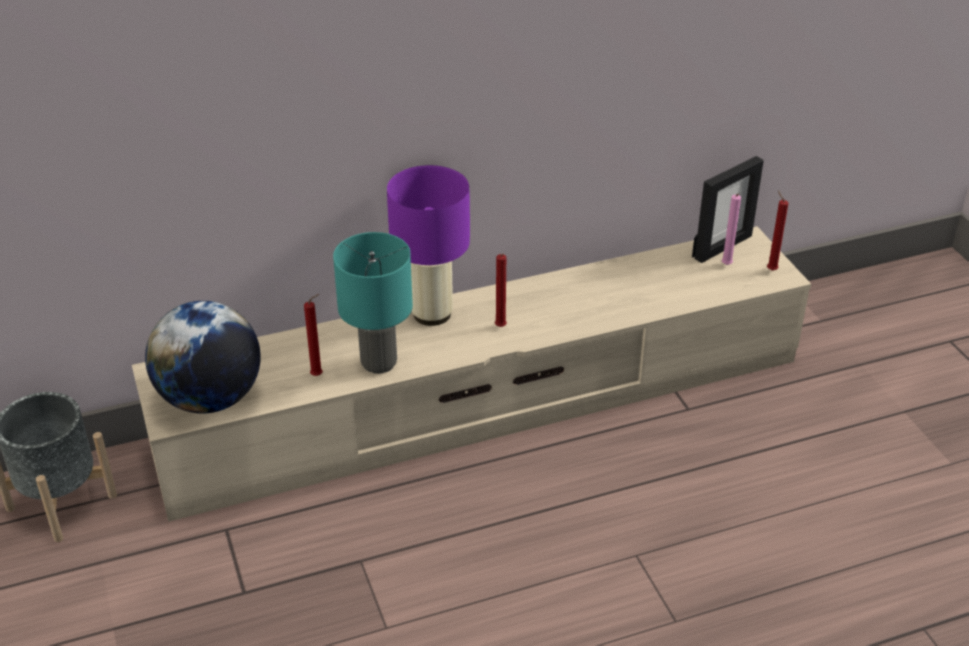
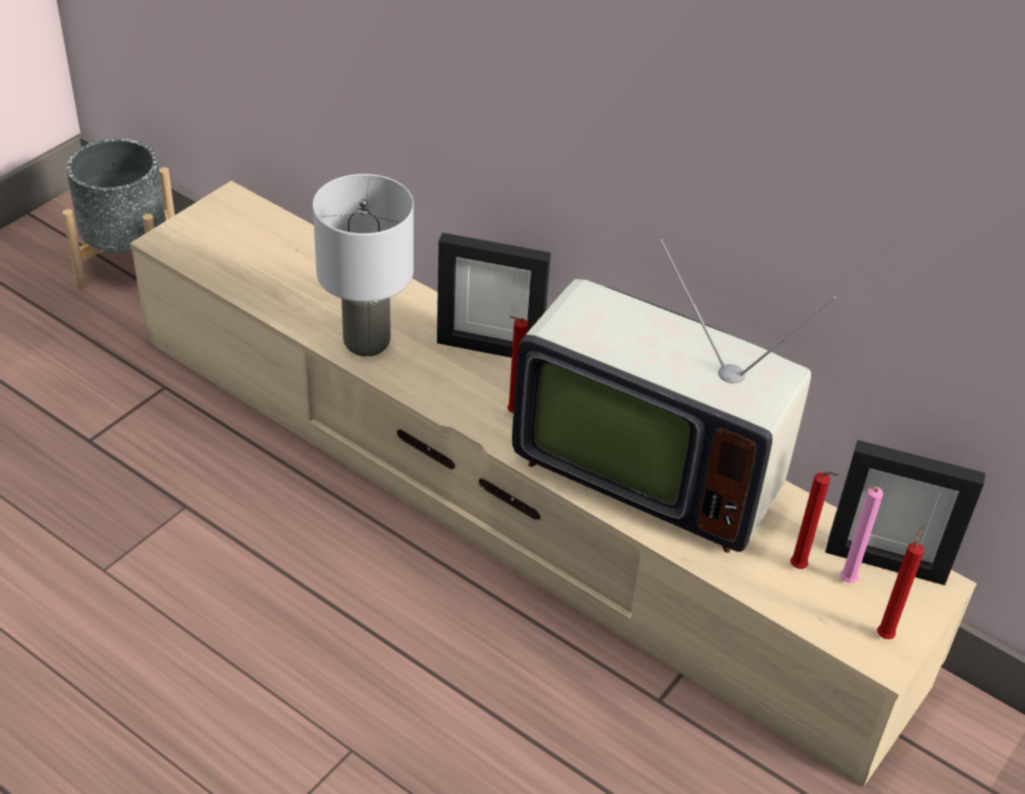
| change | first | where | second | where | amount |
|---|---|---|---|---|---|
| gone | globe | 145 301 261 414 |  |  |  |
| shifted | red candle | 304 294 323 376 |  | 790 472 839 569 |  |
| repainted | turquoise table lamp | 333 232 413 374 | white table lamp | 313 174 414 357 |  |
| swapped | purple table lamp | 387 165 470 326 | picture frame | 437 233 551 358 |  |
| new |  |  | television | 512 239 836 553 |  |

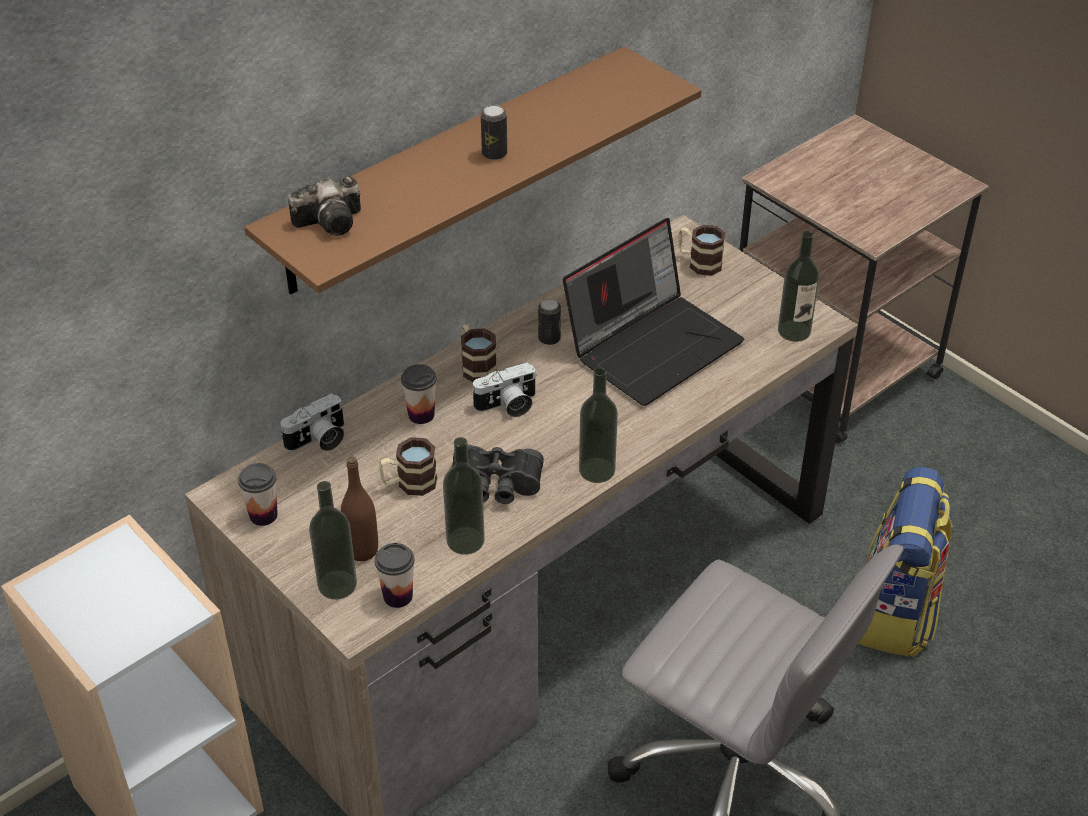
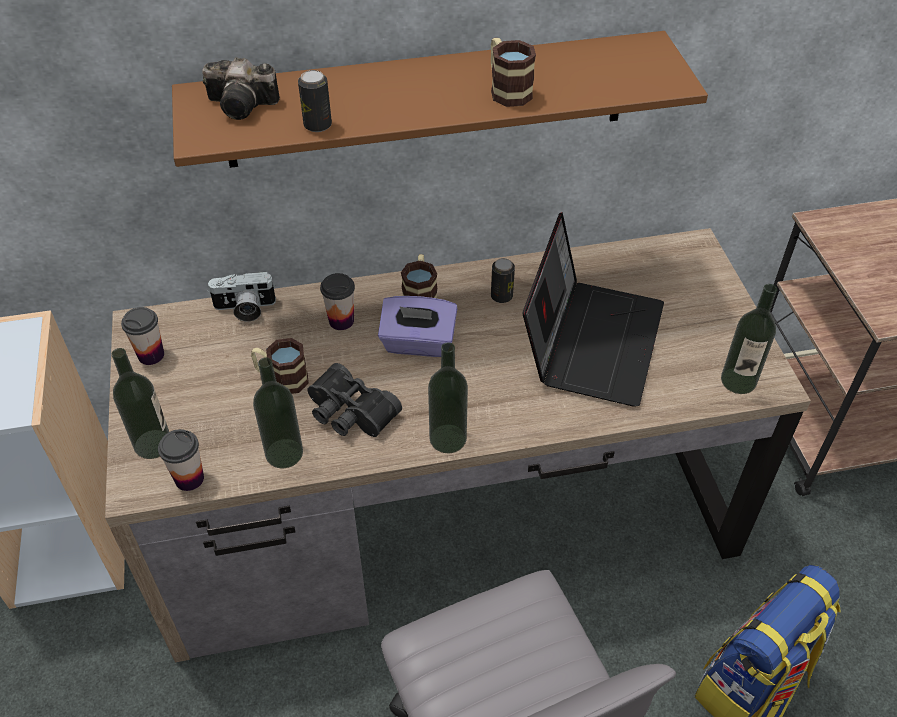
| change | first | where | second | where | amount |
|---|---|---|---|---|---|
| gone | brown bottle | 341 457 378 561 |  |  |  |
| swapped | photo camera | 471 362 537 417 | purple tissue box | 378 296 457 357 |  |
| shifted | can | 481 105 507 160 |  | 298 70 332 132 |  |
| rotated | laptop | 563 218 744 406 |  | 523 212 664 407 | 60 degrees counterclockwise |
| shifted | mug | 678 225 725 276 |  | 491 38 536 107 |  |

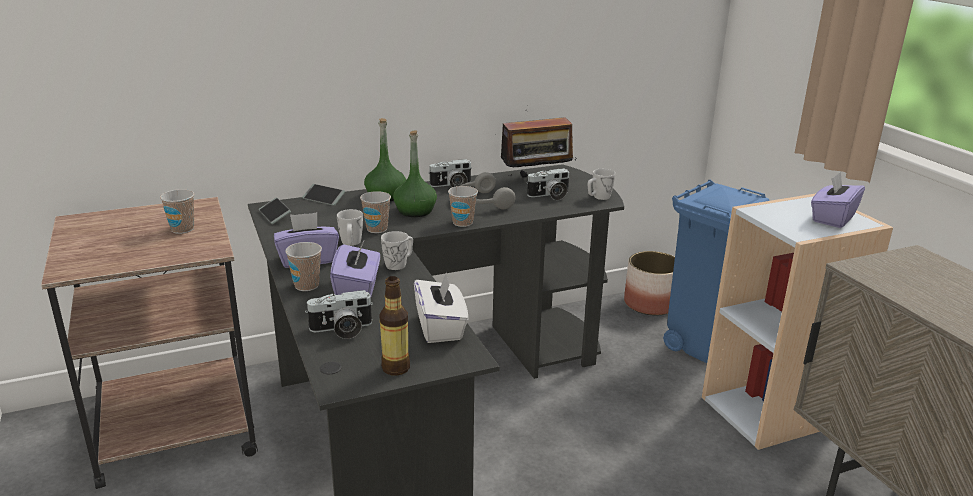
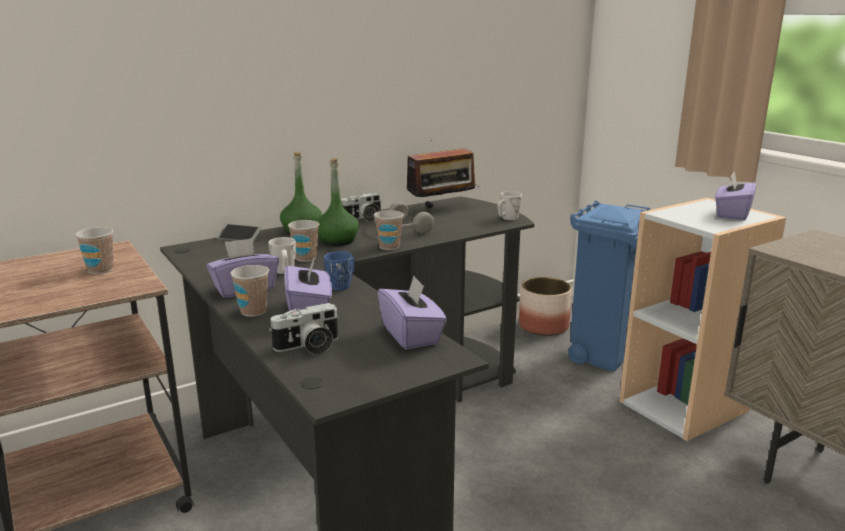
| change | first | where | second | where | amount |
|---|---|---|---|---|---|
| gone | phone | 259 197 291 224 |  |  |  |
| gone | bottle | 379 276 410 376 |  |  |  |
| repainted | white mug | 381 231 413 270 | blue mug | 324 251 354 291 |  |
| repainted | white tissue box | 414 271 469 343 | purple tissue box | 377 276 447 350 |  |
| gone | photo camera | 527 168 570 200 |  |  |  |

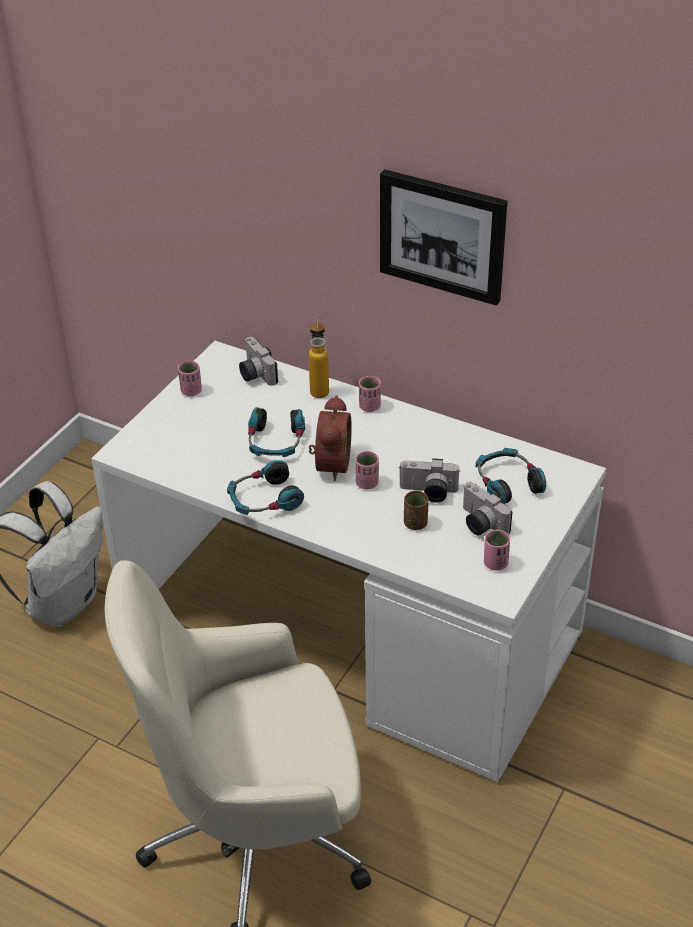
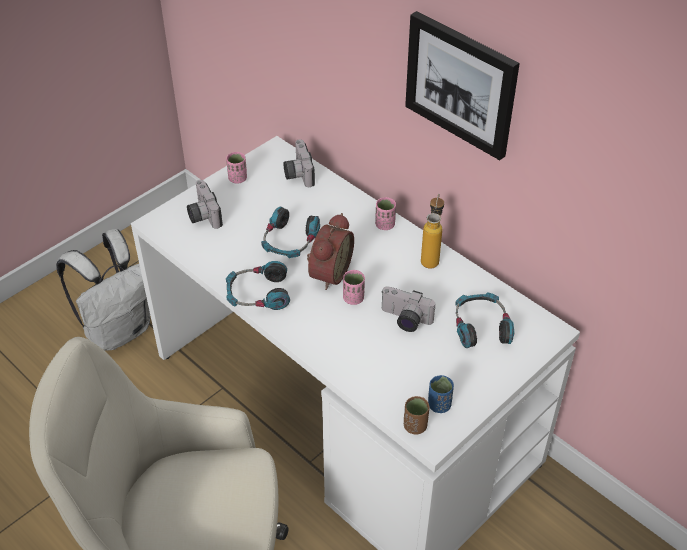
| change | first | where | second | where | amount |
|---|---|---|---|---|---|
| shifted | bottle | 308 318 329 398 |  | 421 194 444 269 |  |
| shifted | brown cup | 404 491 429 530 |  | 404 396 429 434 |  |
| shifted | photo camera | 463 482 512 535 |  | 187 180 223 229 |  |
| repainted | pink cup | 484 530 510 570 | blue cup | 428 375 454 413 |  |

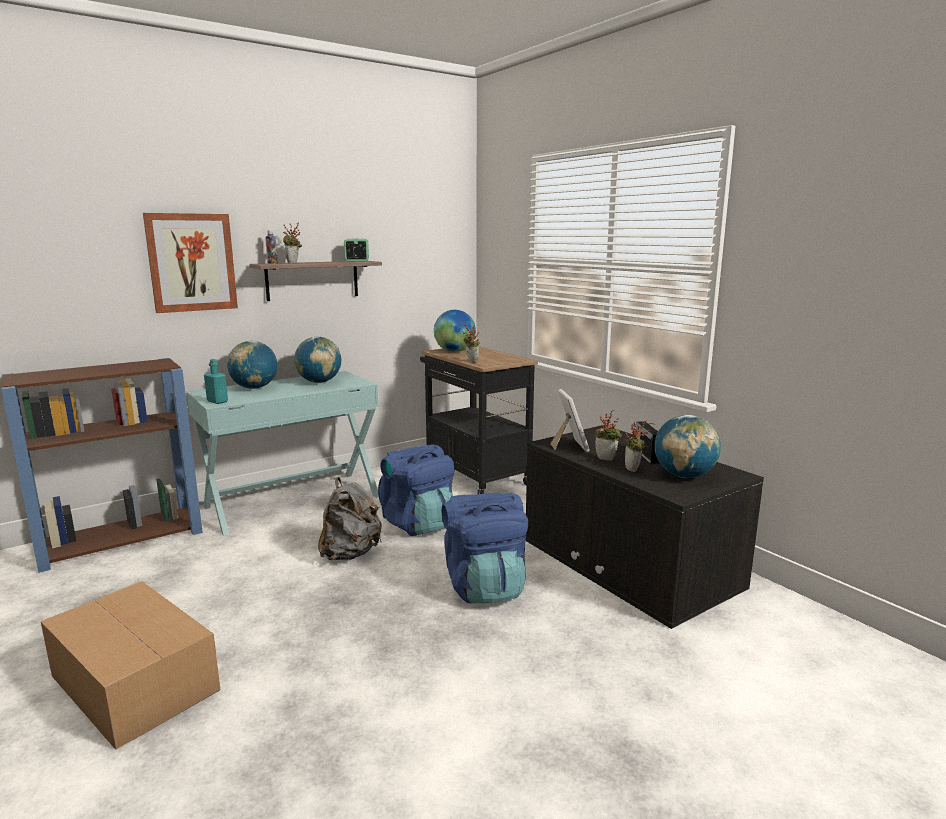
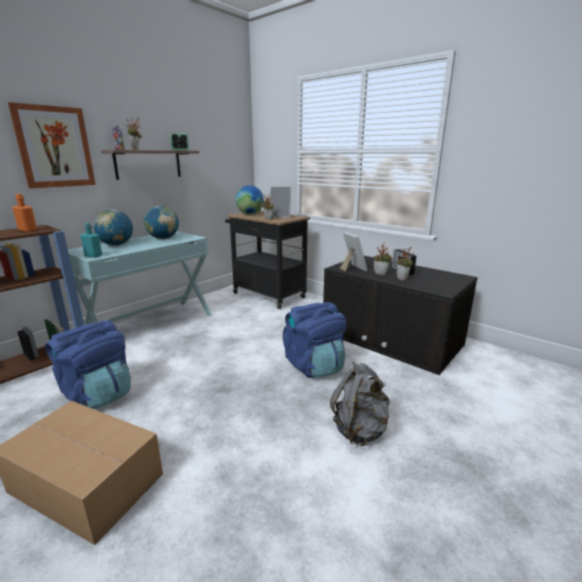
| change | first | where | second | where | amount |
|---|---|---|---|---|---|
| shifted | grey backpack | 318 477 382 560 |  | 330 361 389 446 |  |
| shifted | blue backpack | 378 445 454 536 |  | 45 320 131 409 |  |
| gone | globe | 655 415 721 478 |  |  |  |
| new |  |  | orange bottle | 12 194 37 232 |  |
| new |  |  | picture frame | 270 186 291 218 |  |

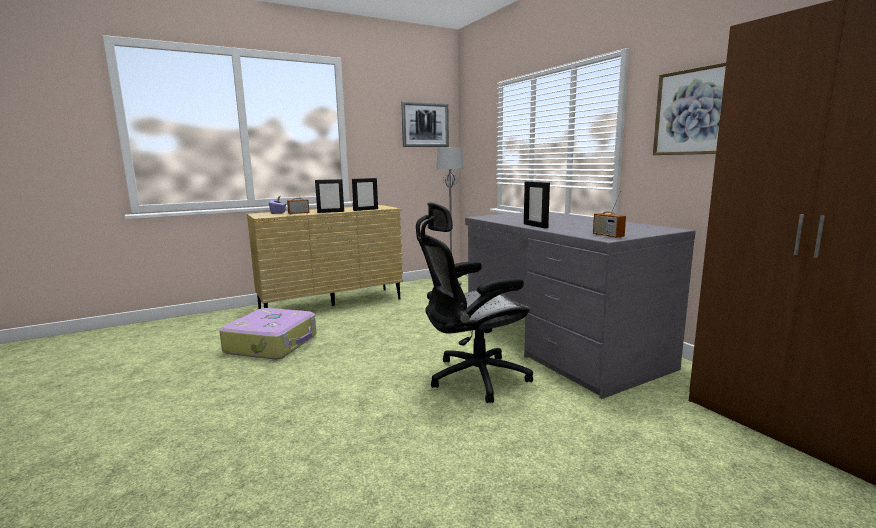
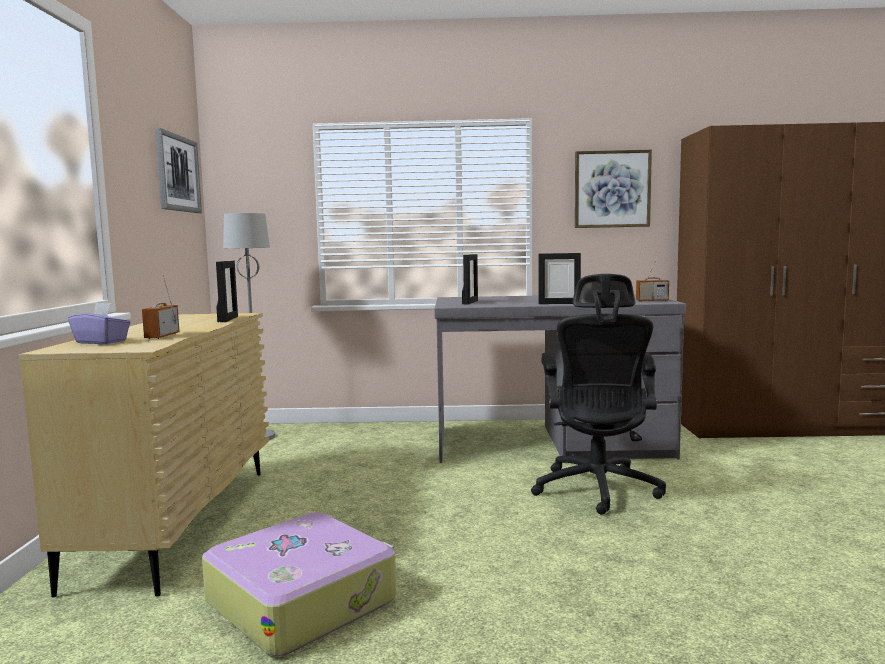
| change | first | where | second | where | amount |
|---|---|---|---|---|---|
| shifted | picture frame | 315 179 344 213 |  | 462 254 478 304 |  |

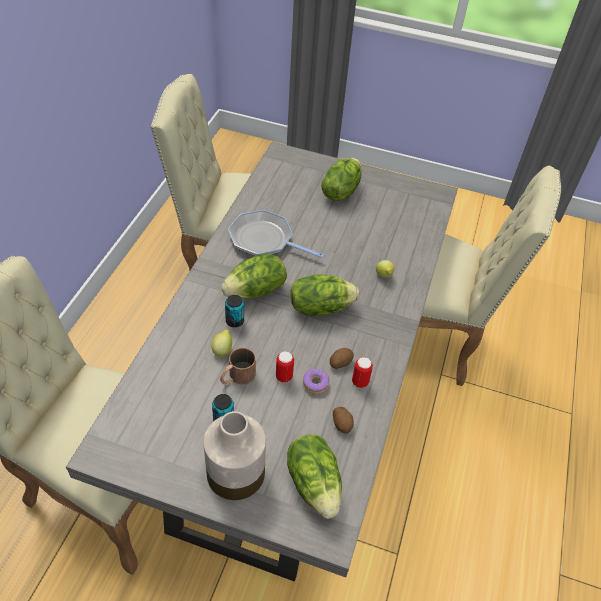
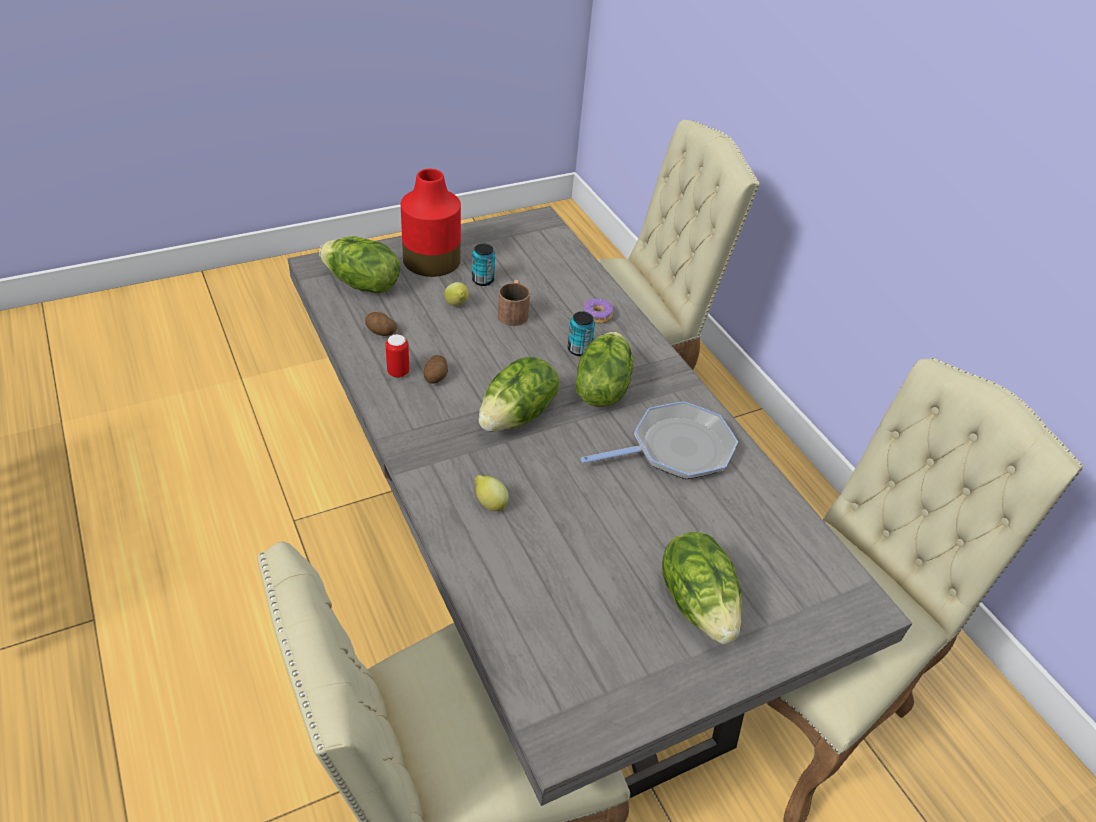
| change | first | where | second | where | amount |
|---|---|---|---|---|---|
| repainted | beige vase | 203 411 266 500 | red vase | 401 169 461 277 |  |
| shifted | lemon | 212 330 232 358 |  | 444 282 469 306 |  |
| gone | can | 276 351 294 383 |  |  |  |
| shifted | donut | 303 369 329 394 |  | 583 298 613 324 |  |

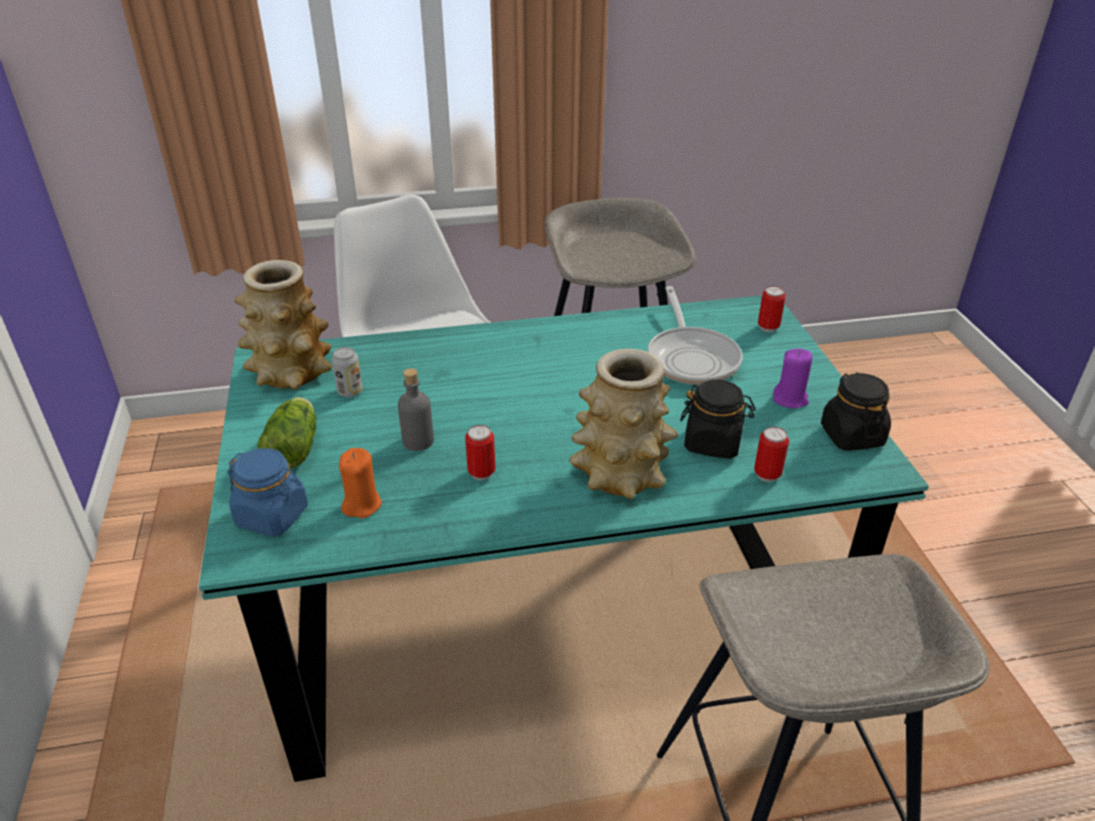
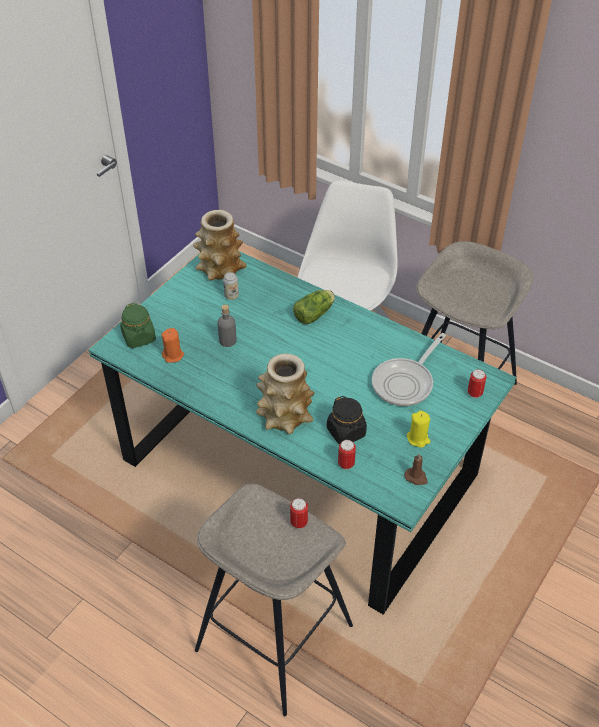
| change | first | where | second | where | amount |
|---|---|---|---|---|---|
| repainted | blue jar | 227 448 308 537 | green jar | 120 303 156 348 |  |
| shifted | lettuce | 257 397 316 469 |  | 293 290 335 324 |  |
| shifted | can | 465 425 495 480 |  | 290 498 308 529 |  |
| repainted | purple candle | 773 348 812 408 | yellow candle | 407 411 431 448 |  |
| swapped | black jar | 821 372 891 451 | brown candle | 405 453 428 485 |  |

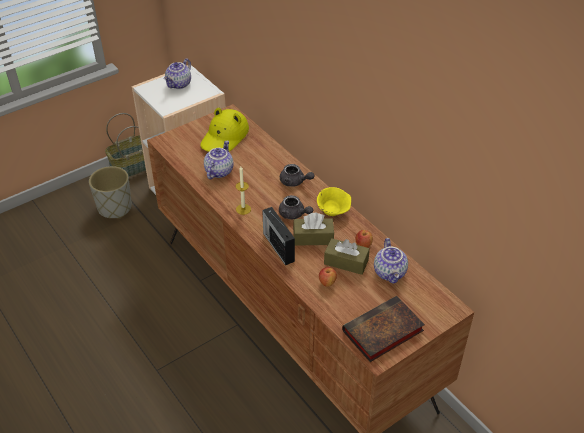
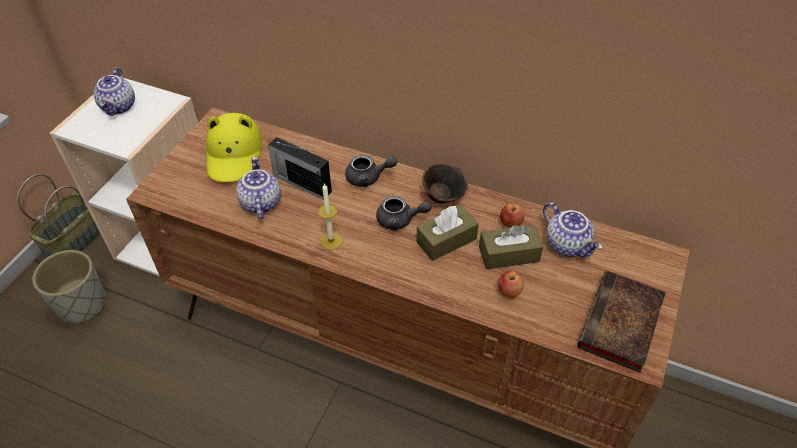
| change | first | where | second | where | amount |
|---|---|---|---|---|---|
| shifted | radio | 262 207 295 265 |  | 268 137 332 200 |  |
| repainted | yellow bowl | 317 187 351 216 | brown bowl | 422 164 468 203 |  |

